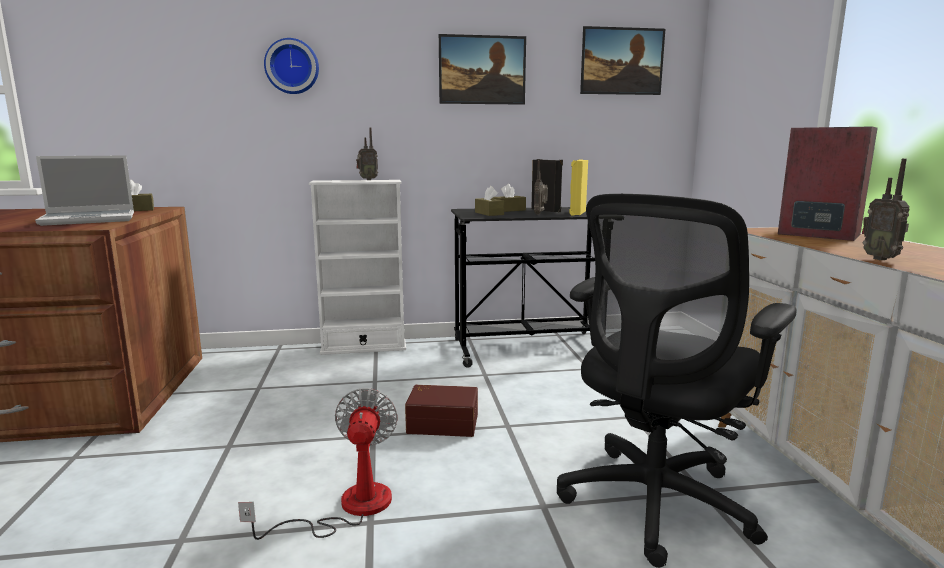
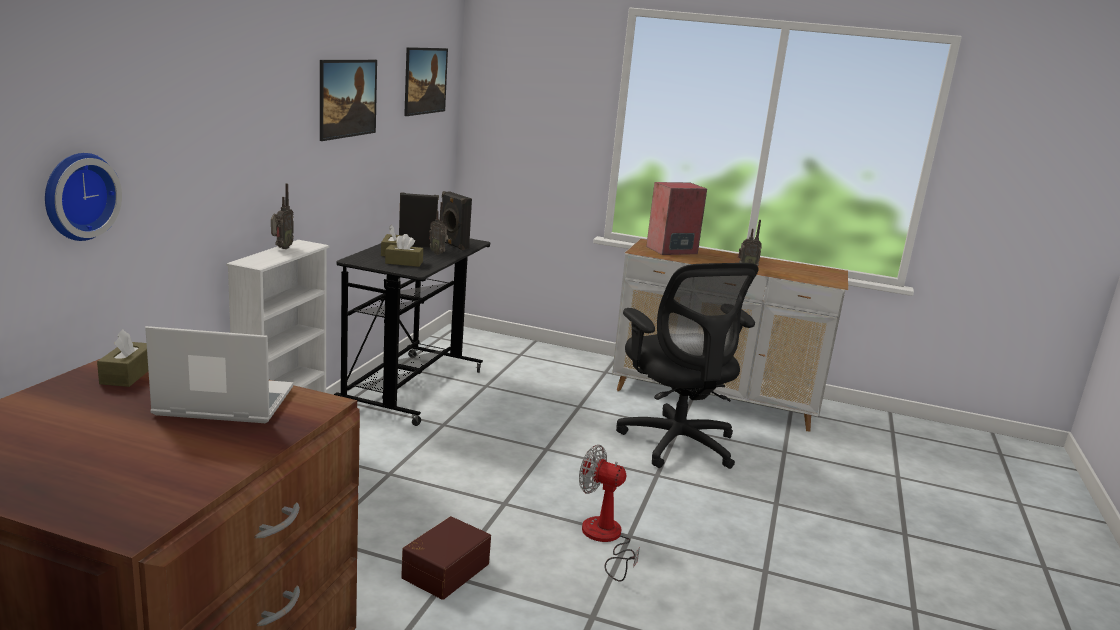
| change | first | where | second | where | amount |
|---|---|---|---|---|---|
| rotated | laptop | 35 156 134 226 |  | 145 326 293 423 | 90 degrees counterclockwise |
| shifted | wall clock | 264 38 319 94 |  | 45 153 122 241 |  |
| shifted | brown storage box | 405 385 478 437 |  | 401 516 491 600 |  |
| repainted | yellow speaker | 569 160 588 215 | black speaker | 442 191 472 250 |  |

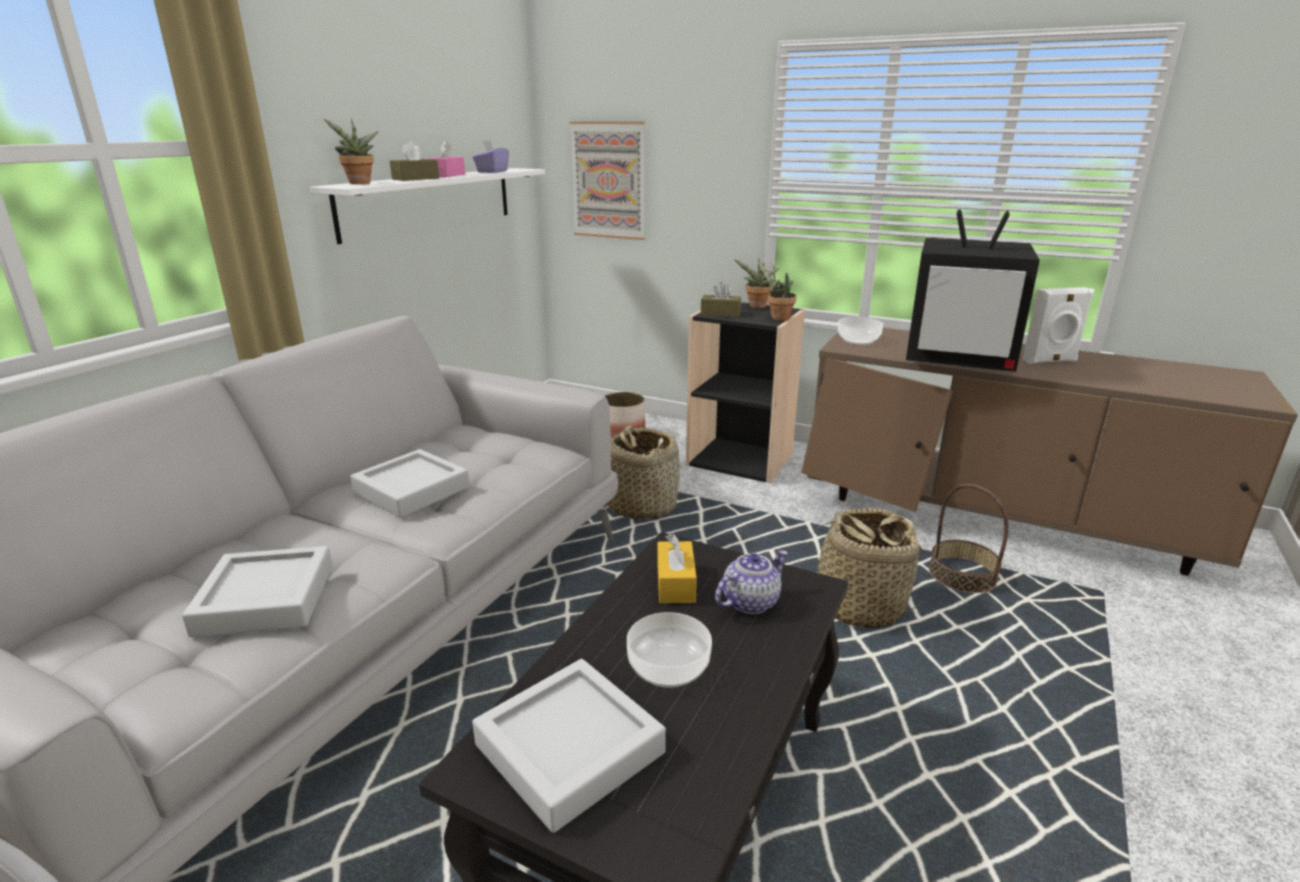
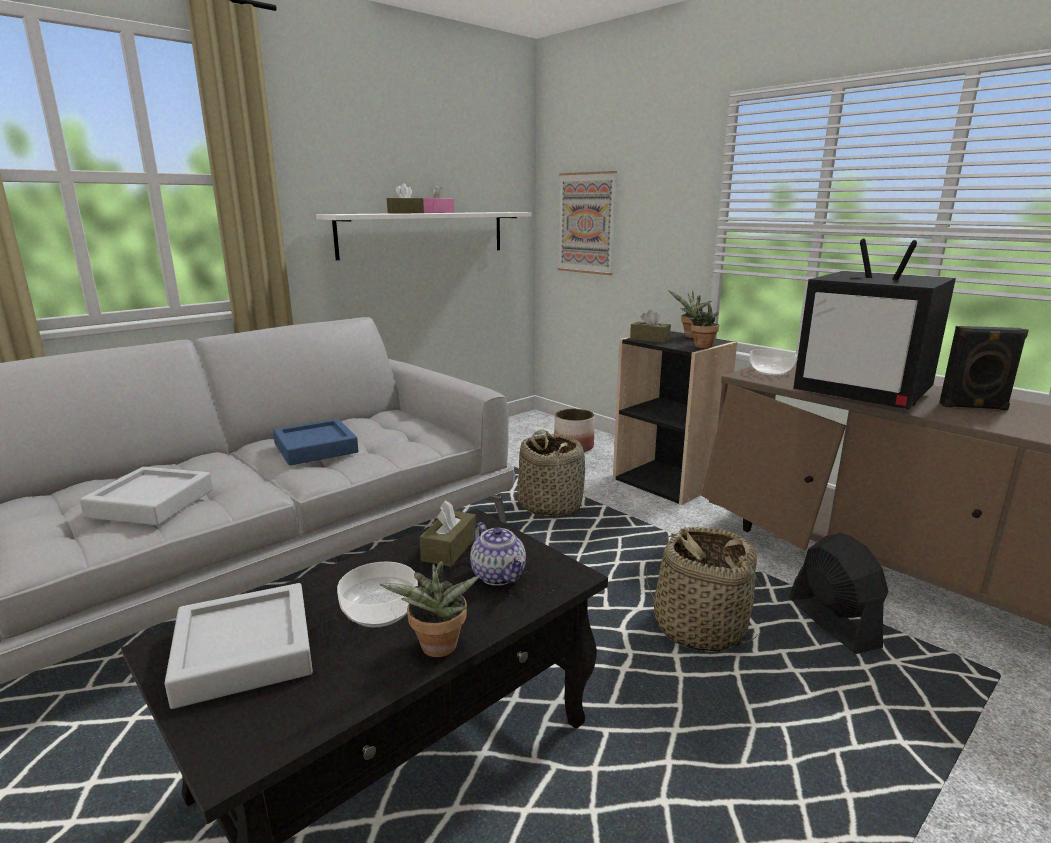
| change | first | where | second | where | amount |
|---|---|---|---|---|---|
| shifted | potted plant | 324 119 379 184 |  | 379 561 480 657 |  |
| repainted | grey tray | 351 449 470 518 | blue tray | 273 419 358 466 |  |
| gone | purple tissue box | 473 140 509 173 |  |  |  |
| repainted | yellow tissue box | 657 534 697 603 | brown tissue box | 420 500 476 567 |  |
| rotated | teapot | 715 550 788 614 |  | 470 522 526 586 | 75 degrees clockwise |
| swapped | basket | 929 484 1008 593 | black fan | 789 533 889 654 |  |
| repainted | white speaker | 1022 287 1095 364 | black speaker | 939 326 1029 410 |  |

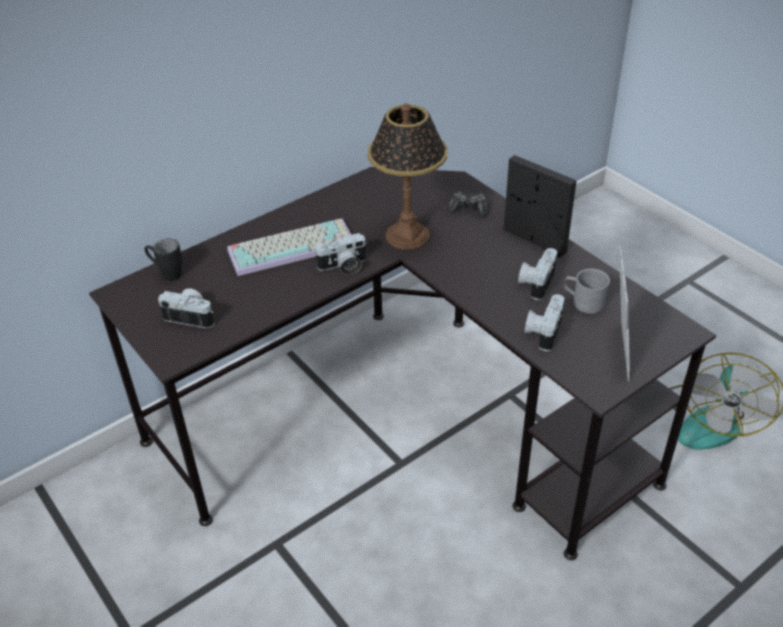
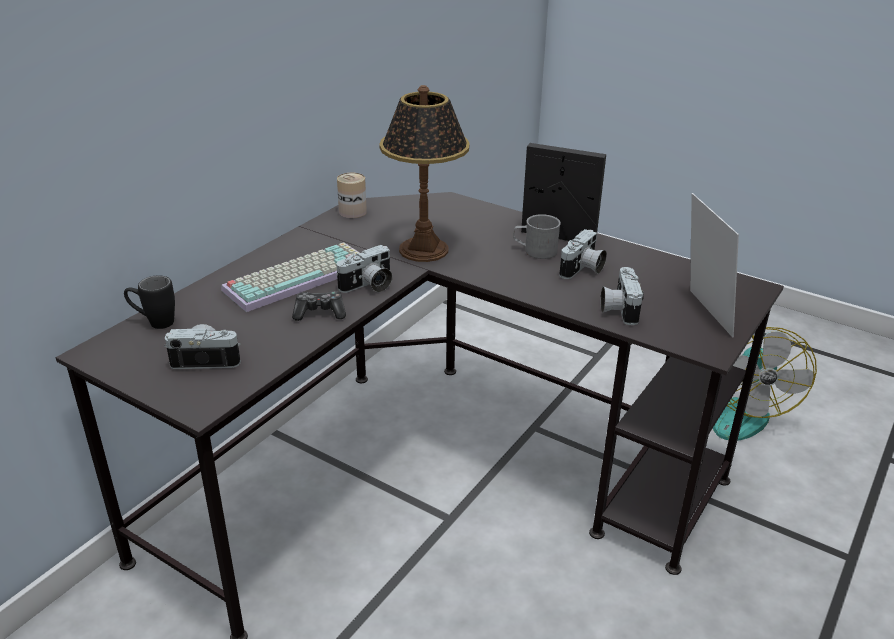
| change | first | where | second | where | amount |
|---|---|---|---|---|---|
| shifted | game controller | 447 191 487 217 |  | 292 291 346 321 |  |
| rotated | photo camera | 518 248 557 300 |  | 559 229 607 279 | 150 degrees counterclockwise |
| shifted | grey mug | 564 268 610 314 |  | 513 214 561 259 |  |
| new |  |  | can | 337 173 367 218 |  |

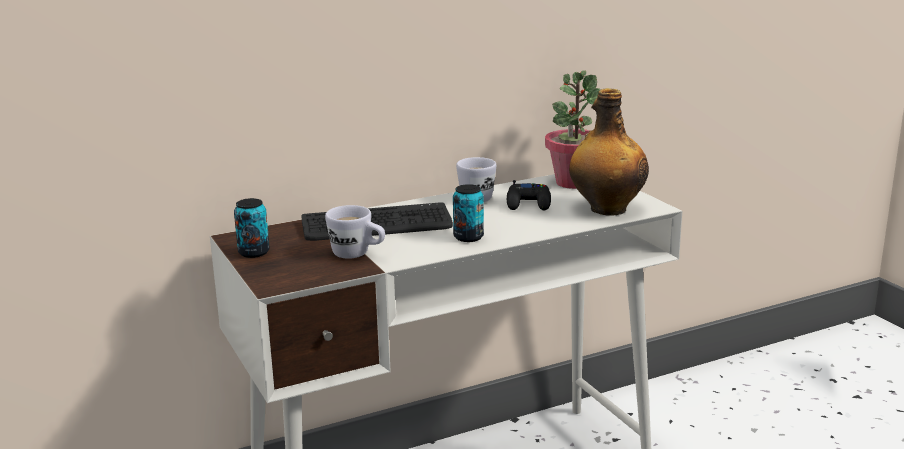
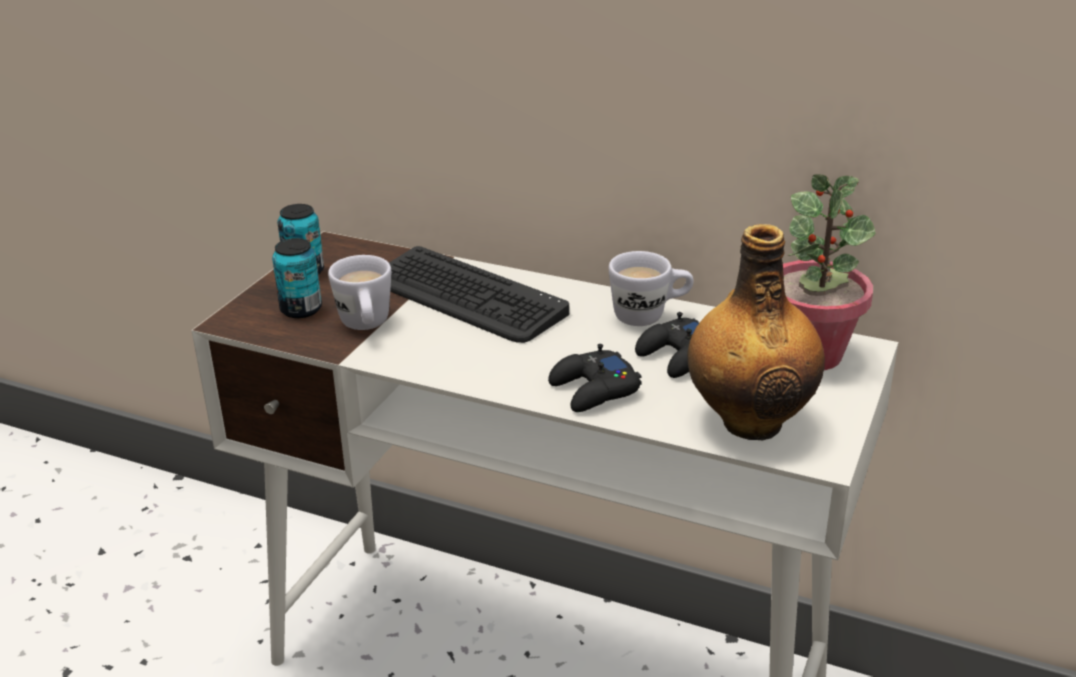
| change | first | where | second | where | amount |
|---|---|---|---|---|---|
| shifted | can | 453 184 484 242 |  | 272 238 322 318 |  |
| new |  |  | black game controller | 548 344 642 412 |  |

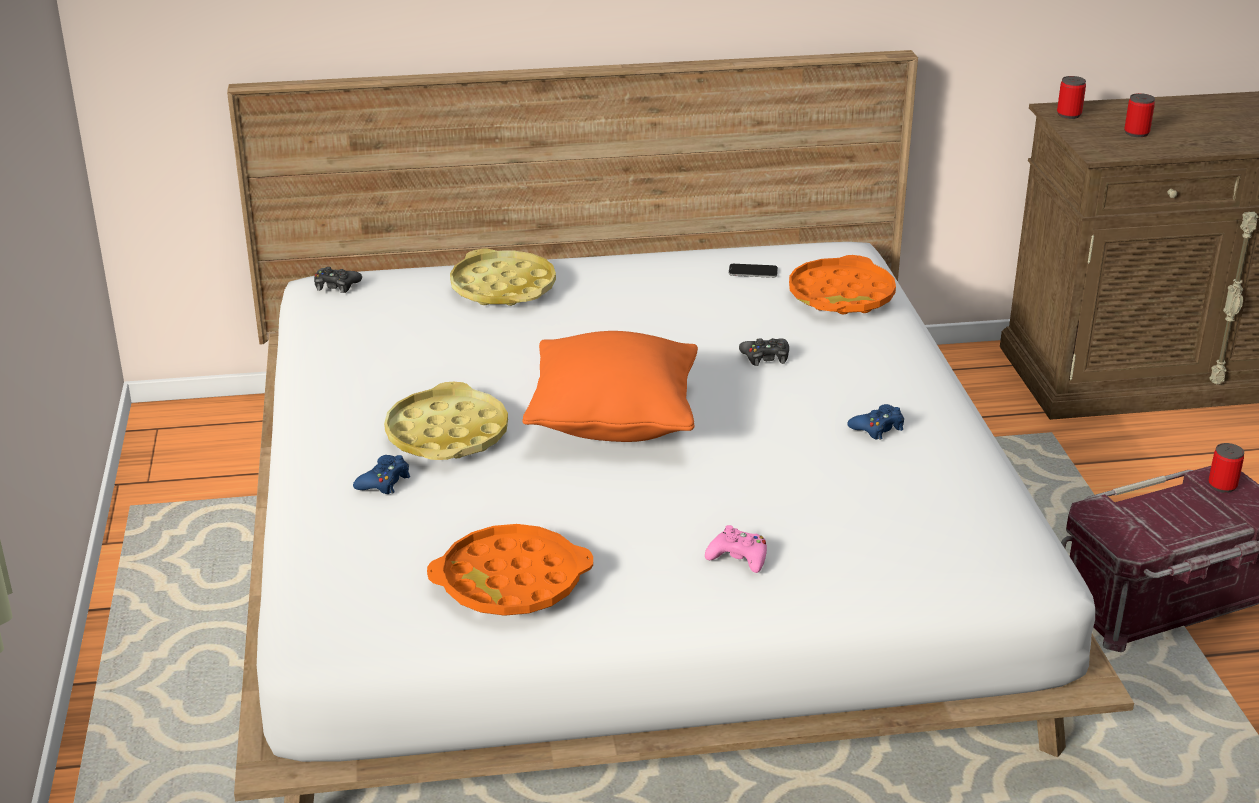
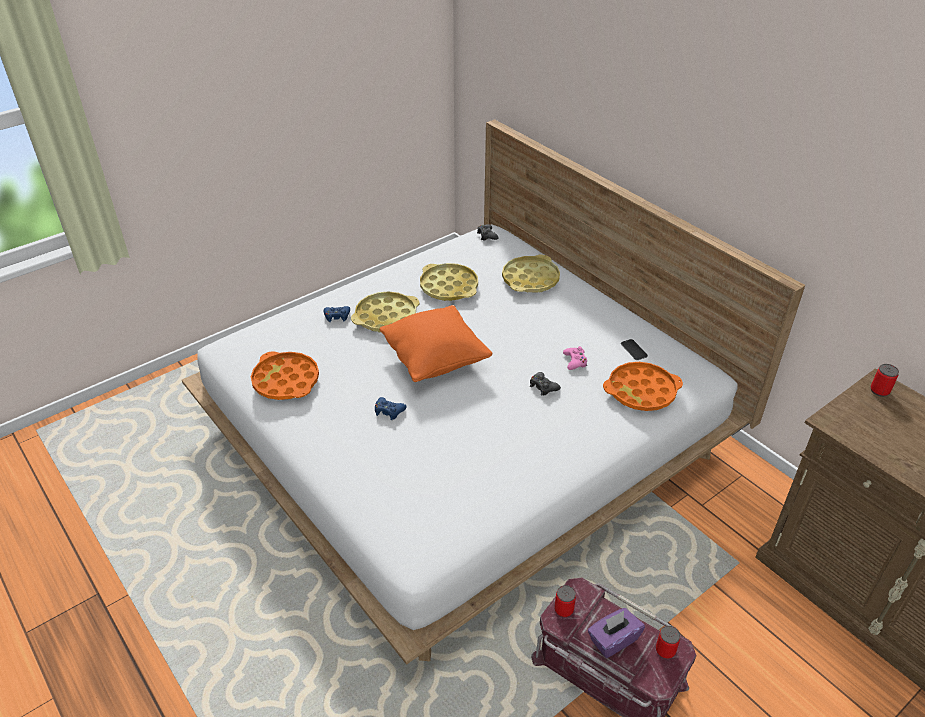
| change | first | where | second | where | amount |
|---|---|---|---|---|---|
| shifted | pink game controller | 705 525 767 573 |  | 563 346 587 370 |  |
| shifted | blue game controller | 847 404 904 440 |  | 375 397 407 420 |  |
| shifted | can | 1124 93 1155 137 |  | 554 585 576 617 |  |
| new |  |  | yellow tray | 420 263 478 301 |  |
| new |  |  | purple tissue box | 588 608 645 658 |  |

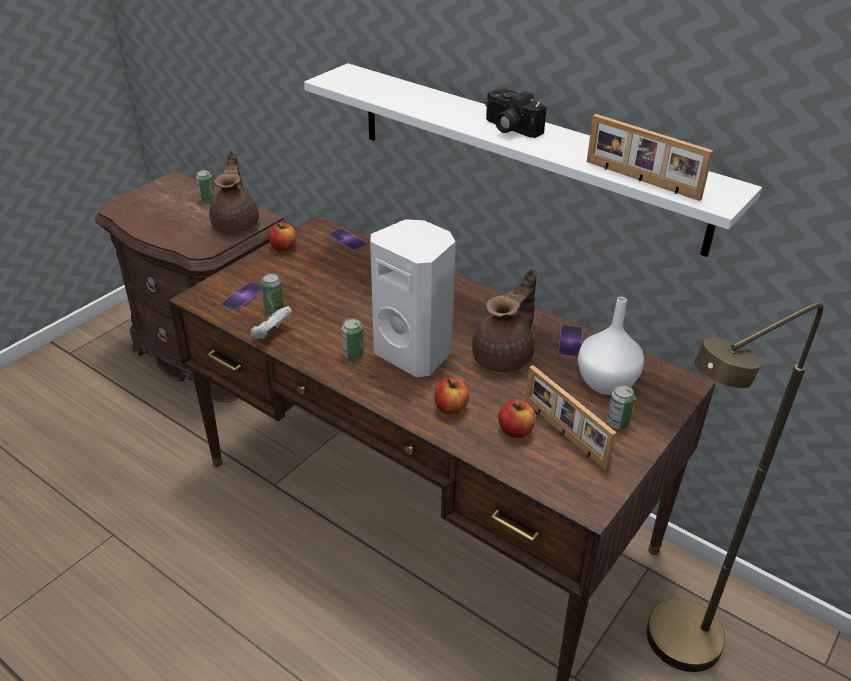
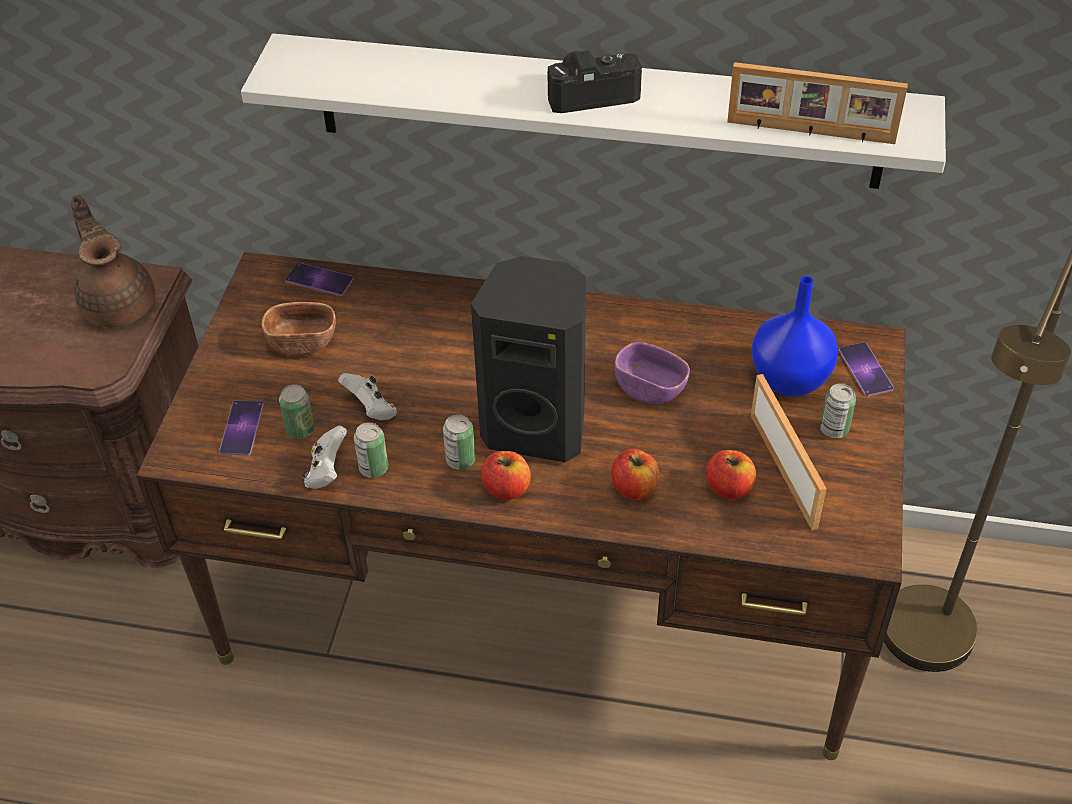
| change | first | where | second | where | amount |
|---|---|---|---|---|---|
| shifted | can | 196 170 215 202 |  | 354 422 388 478 |  |
| shifted | apple | 268 222 296 252 |  | 481 451 531 500 |  |
| repainted | white speaker | 370 219 456 377 | black speaker | 471 256 586 462 |  |
| swapped | brown teapot | 472 269 536 372 | purple bowl | 614 342 690 404 |  |
| rotated | photo camera | 485 89 547 138 |  | 547 50 642 113 | 150 degrees clockwise |
| rotated | picture frame | 525 365 616 471 |  | 751 374 827 530 | 135 degrees counterclockwise |
| shifted | phone | 558 325 583 358 |  | 838 342 894 397 |  |
| repainted | white vase | 578 297 644 395 | blue vase | 752 276 838 397 |  |
| new |  |  | brown bowl | 261 302 336 356 |  |
| new |  |  | white game controller | 338 373 397 420 |  |

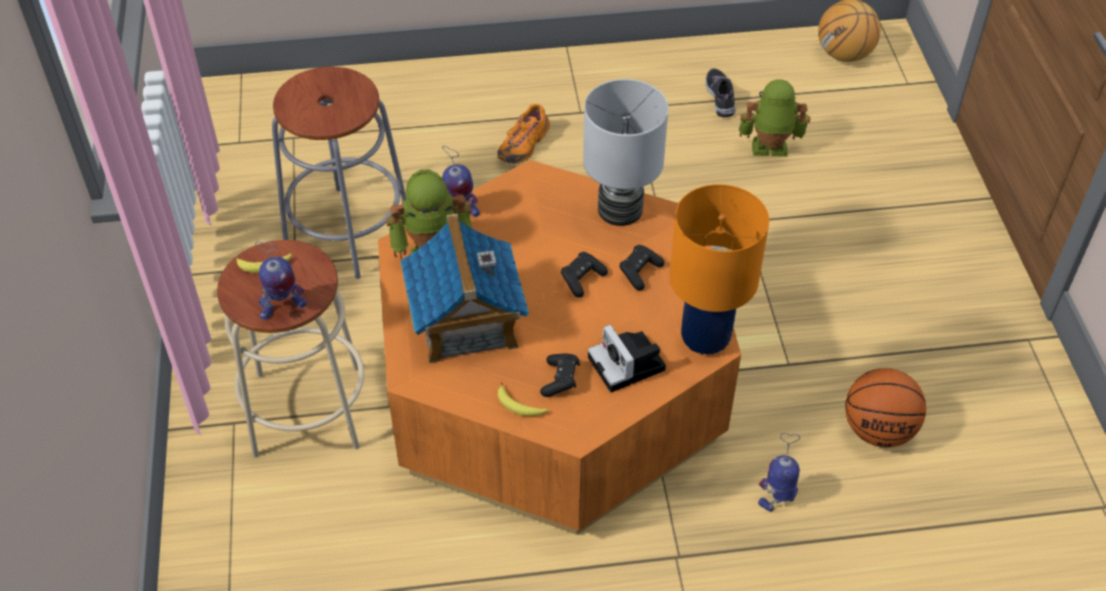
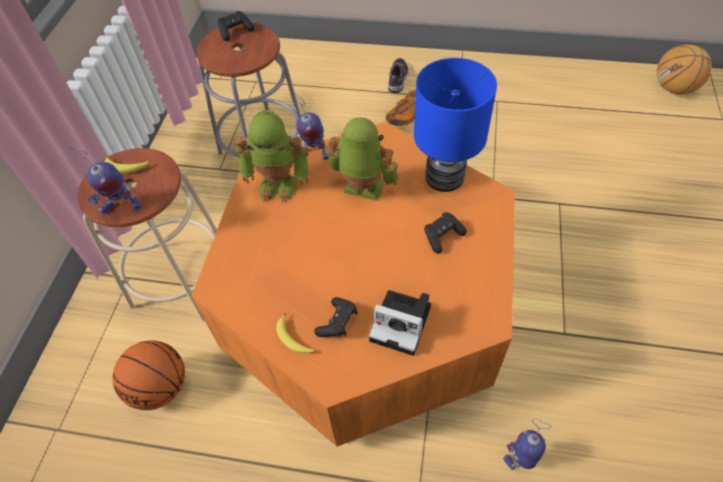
| change | first | where | second | where | amount |
|---|---|---|---|---|---|
| gone | toy house | 400 213 529 363 |  |  |  |
| shifted | black game controller | 561 252 608 298 |  | 218 11 254 41 |  |
| repainted | grey table lamp | 583 79 668 226 | blue table lamp | 414 58 497 192 |  |
| rotated | photo camera | 588 325 666 392 |  | 369 290 431 356 | 60 degrees counterclockwise |
| gone | orange table lamp | 669 184 769 355 |  |  |  |
| shifted | shoe | 705 68 735 117 |  | 388 58 409 93 |  |
| shifted | toy robot | 739 79 810 157 |  | 325 117 398 201 |  |
| shifted | basketball | 845 368 926 447 |  | 112 340 185 410 |  |

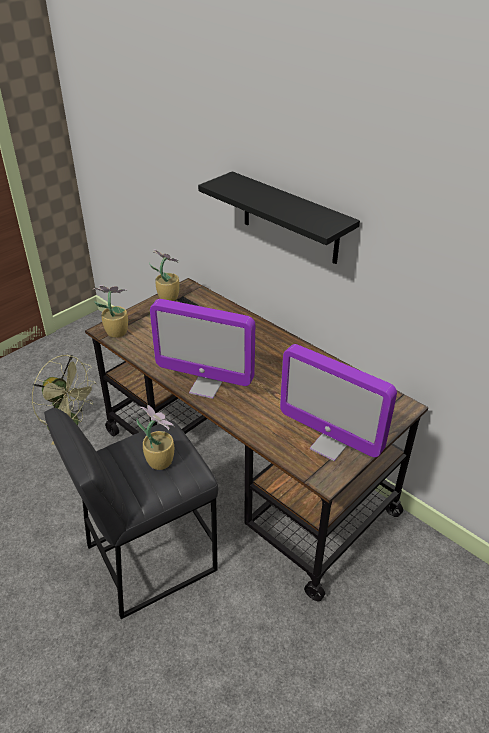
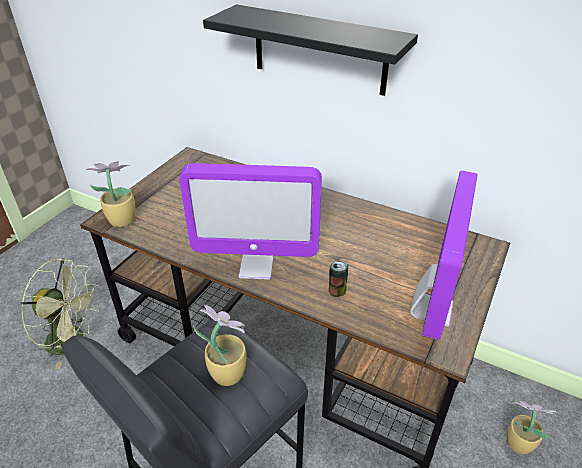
| change | first | where | second | where | amount |
|---|---|---|---|---|---|
| shifted | potted plant | 149 249 180 301 |  | 507 401 557 454 |  |
| rotated | monitor | 280 344 397 461 |  | 410 170 477 340 | 90 degrees counterclockwise |
| new |  |  | can | 329 261 348 297 |  |

